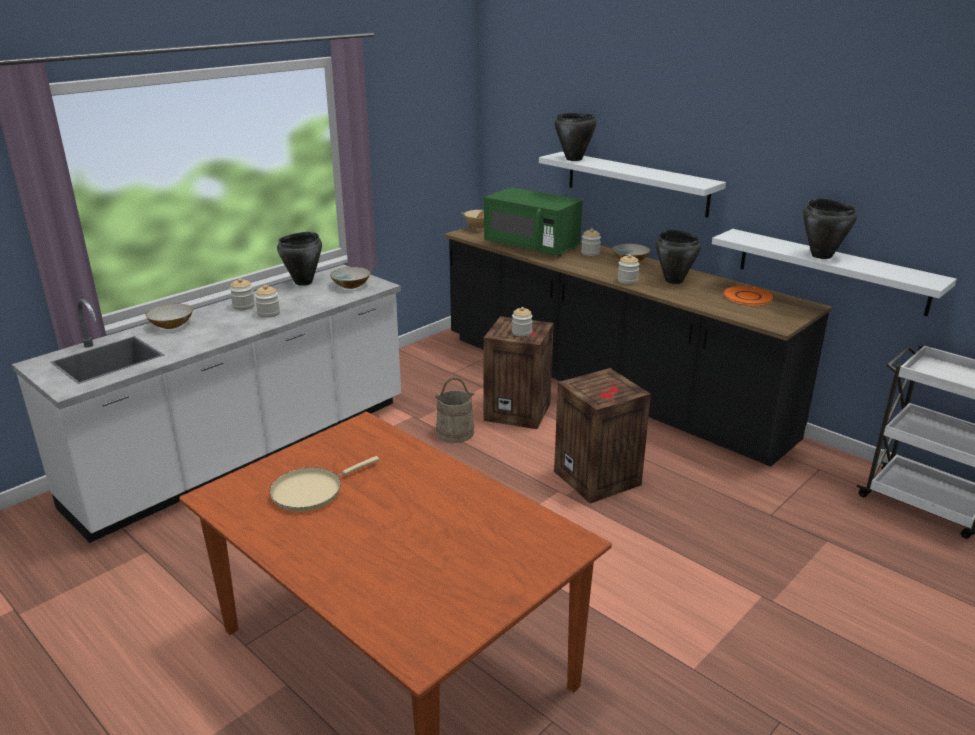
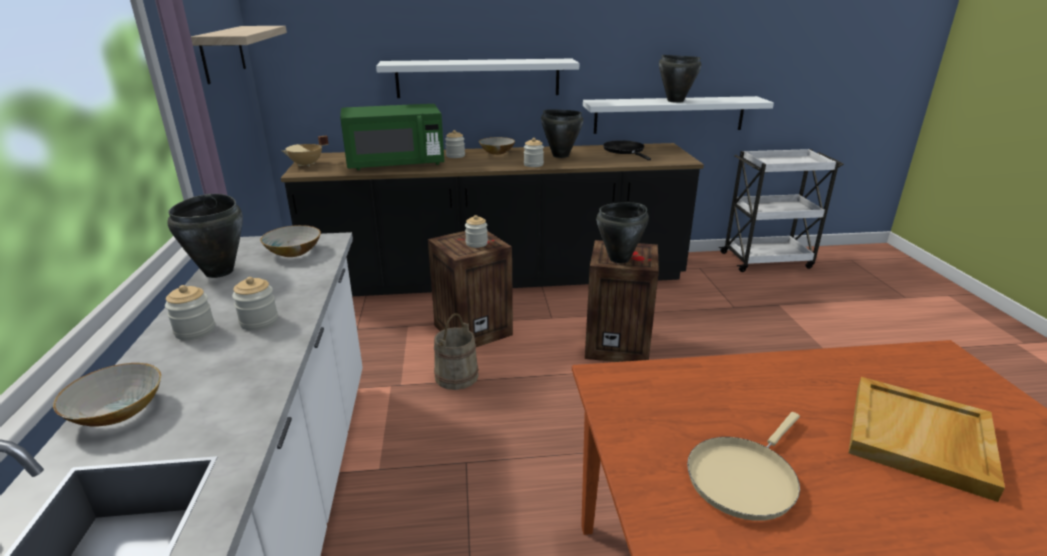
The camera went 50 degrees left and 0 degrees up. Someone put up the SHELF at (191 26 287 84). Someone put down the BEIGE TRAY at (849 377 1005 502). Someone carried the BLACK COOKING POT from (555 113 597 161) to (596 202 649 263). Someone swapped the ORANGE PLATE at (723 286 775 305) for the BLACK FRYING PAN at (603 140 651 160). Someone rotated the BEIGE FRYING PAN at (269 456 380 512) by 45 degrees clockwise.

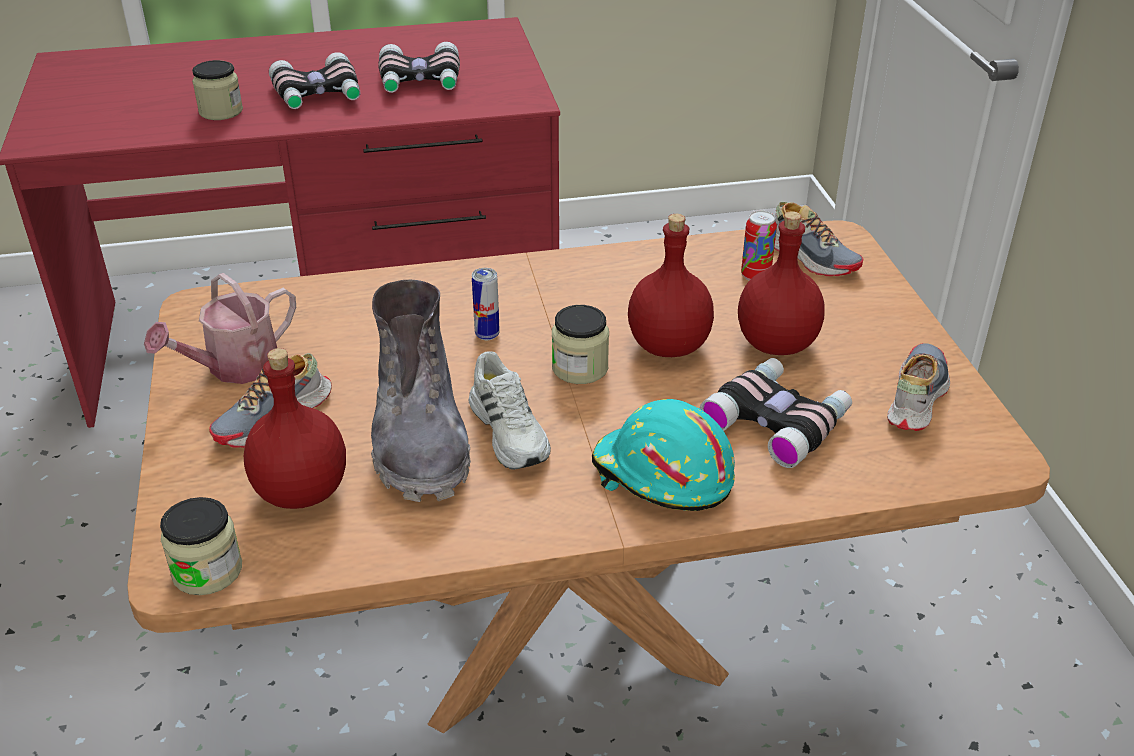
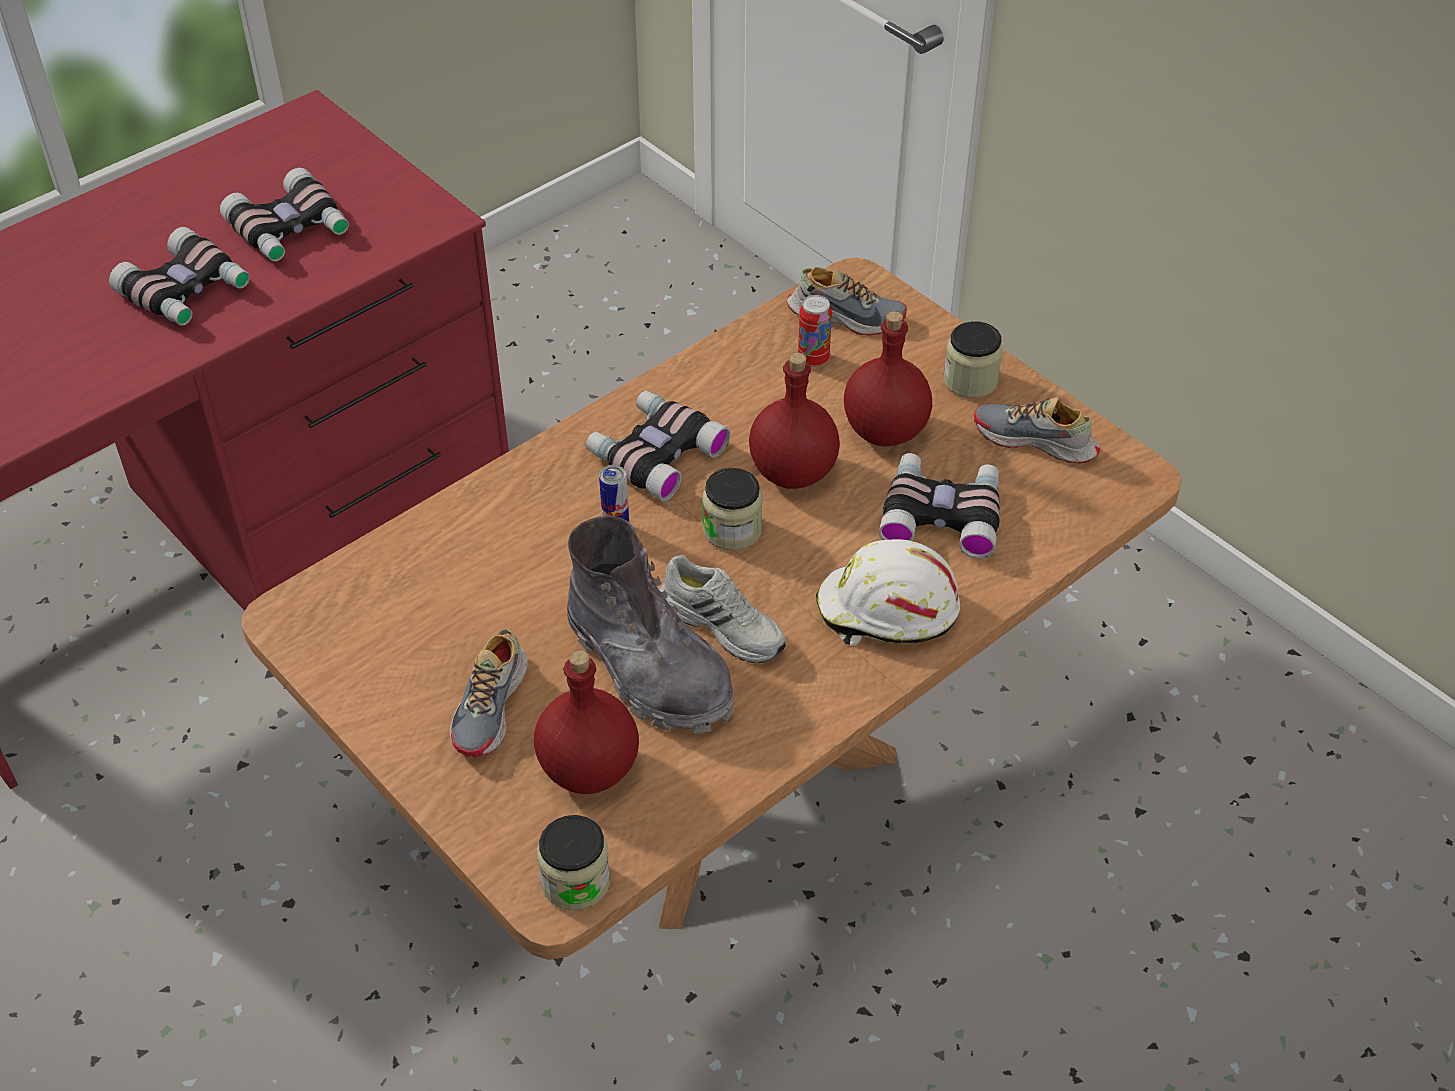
The camera went 30 degrees left and 10 degrees up. Someone took away the WATERING CAN at (144 273 296 384). Someone put down the BINOCULARS at (586 390 731 501). Someone carried the JAR from (192 60 243 120) to (944 321 1003 398). Someone repainted the TURQUOISE HARD HAT at (592 399 735 511), which became the WHITE HARD HAT at (816 539 960 646). Someone rotated the SHOE at (887 343 950 431) by 60 degrees counterclockwise.

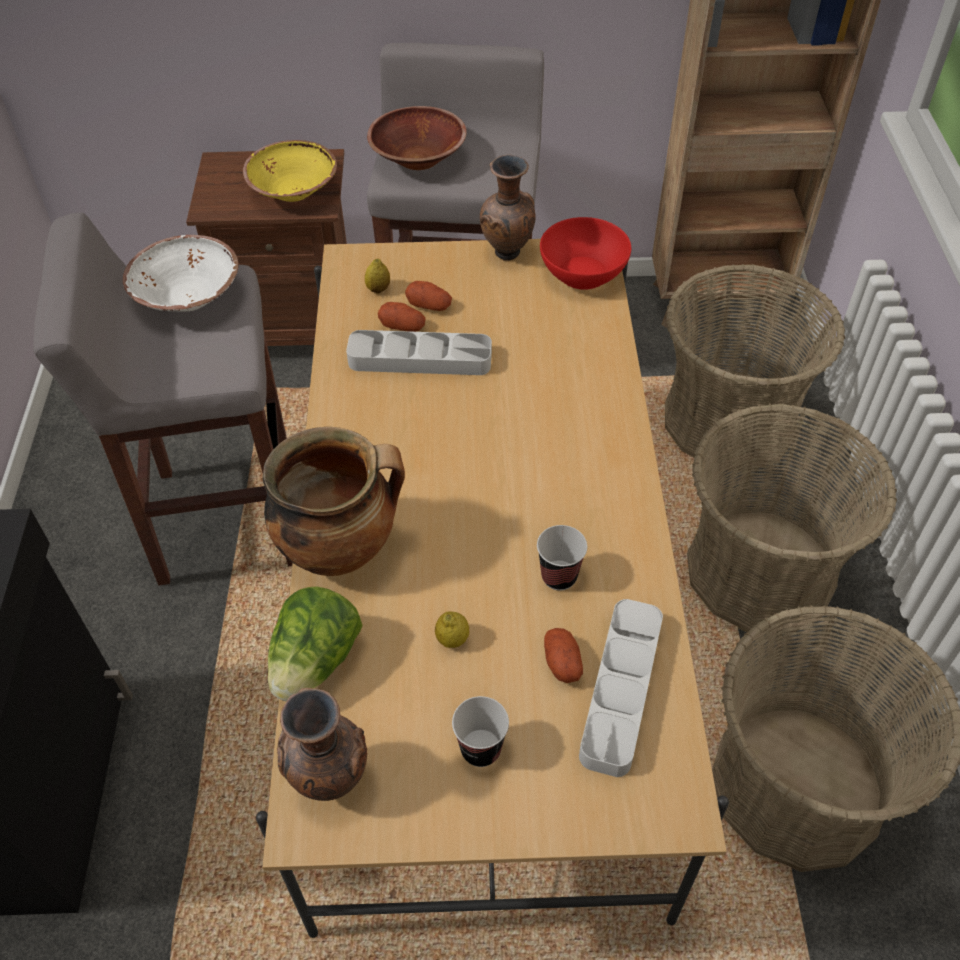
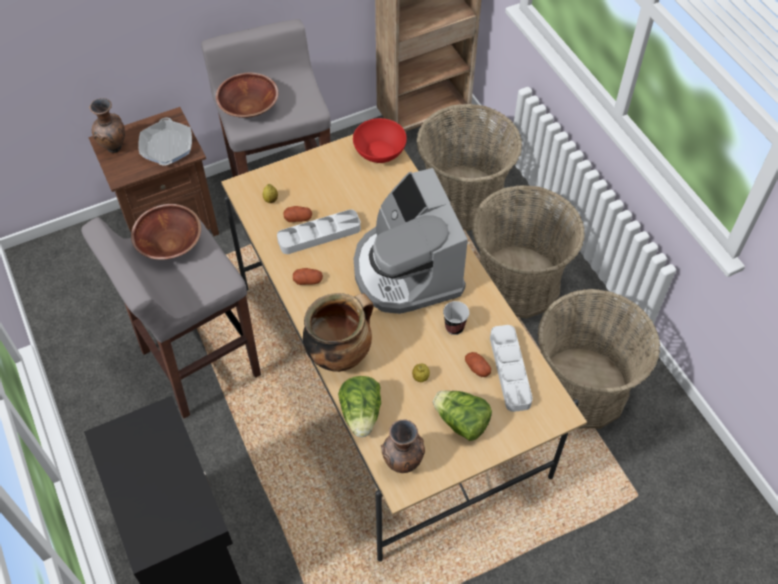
The camera went 25 degrees left and 5 degrees up. Someone put down the COFFEE MACHINE at (354 168 468 314). Someone carried the POTATO from (405 281 452 311) to (293 268 323 285). Someone carried the BROWN VASE from (480 155 536 261) to (89 98 125 153). Someone swapped the YELLOW BOWL at (243 140 337 202) for the FRYING PAN at (139 117 192 165). Someone swapped the CUP at (452 696 509 767) for the LETTUCE at (433 390 492 441). Someone repainted the WHITE BOWL at (123 235 239 312), which became the BROWN BOWL at (131 204 201 260).

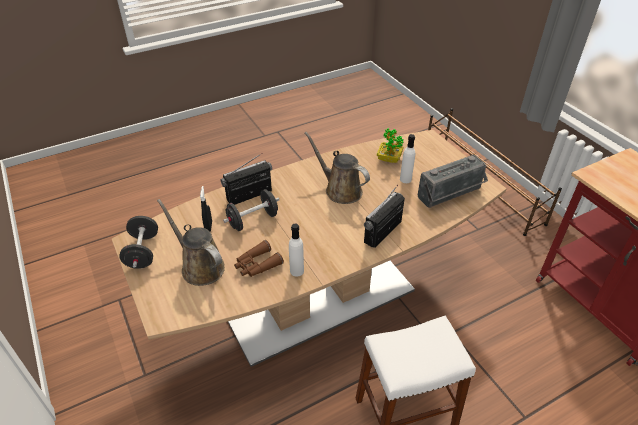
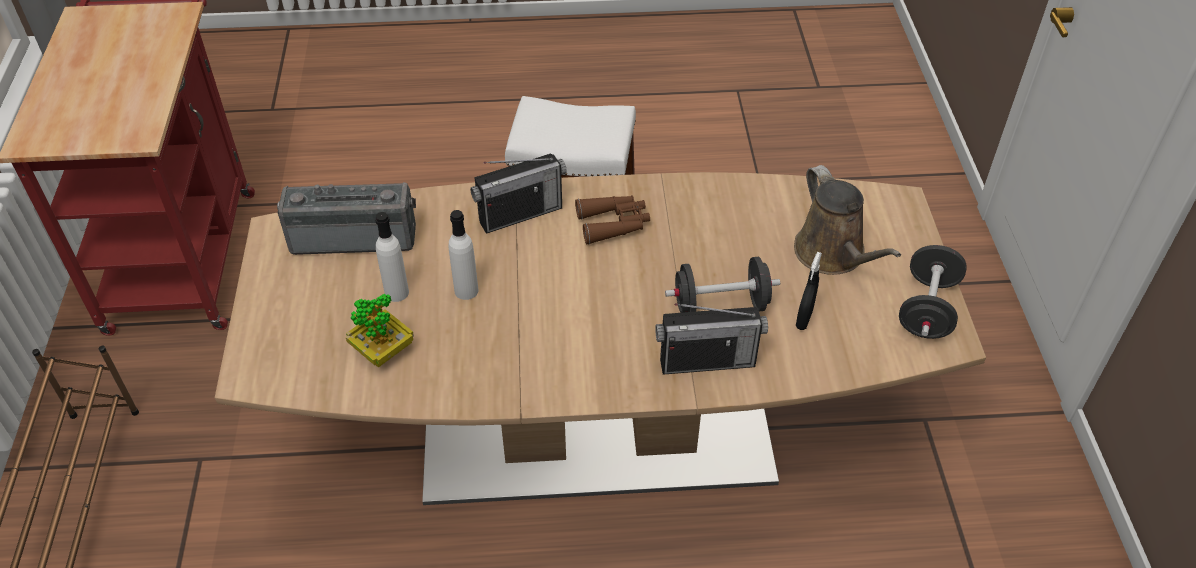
The camera went 155 degrees left and 5 degrees up. Someone took away the BROWN WATERING CAN at (304 132 370 204). Someone carried the BROWN BINOCULARS from (234 240 284 277) to (575 195 650 244). Someone carried the WHITE BOTTLE from (289 224 304 277) to (449 210 478 300).

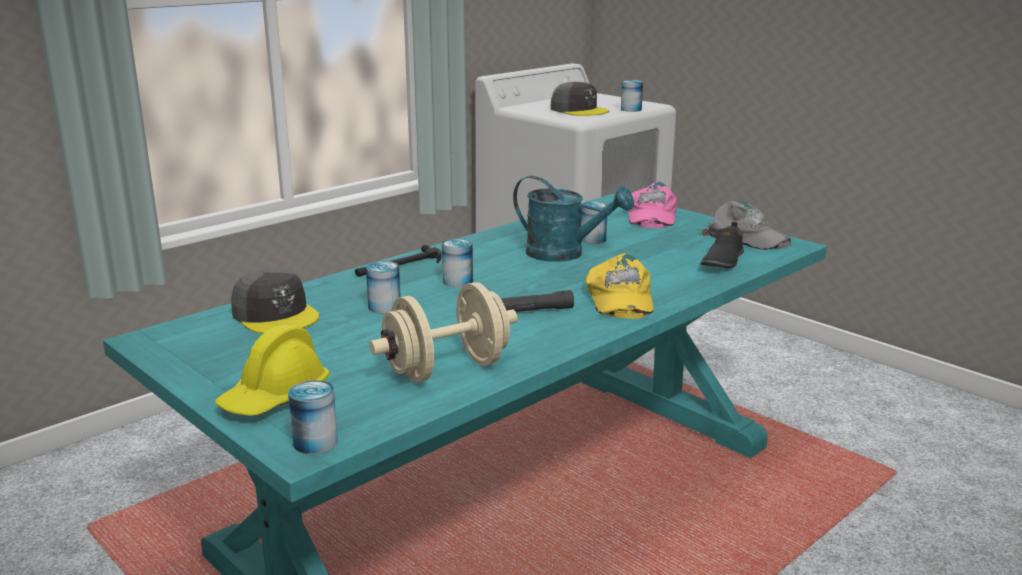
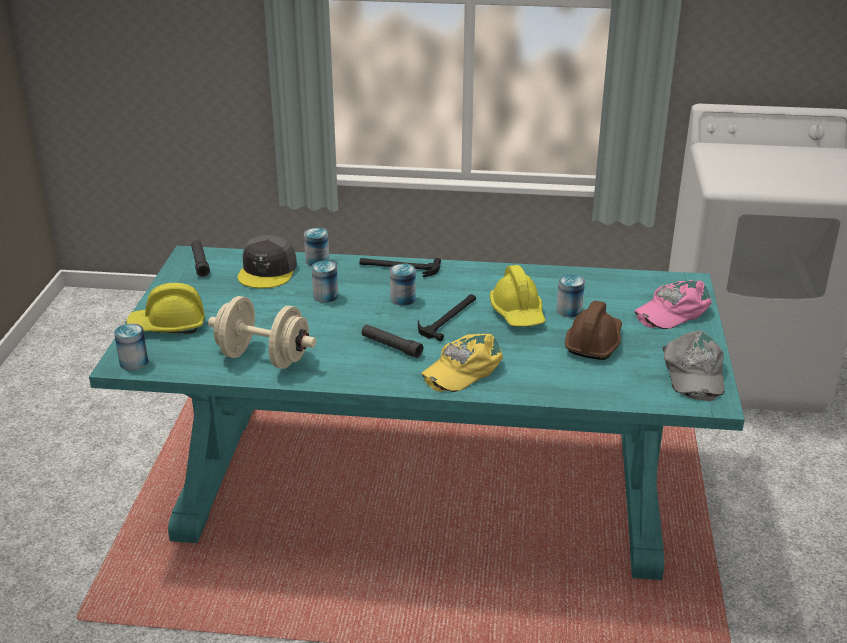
The camera went 50 degrees right and 10 degrees up. Someone took away the GREY CAP at (550 81 609 116). Someone took away the BLACK SHOE at (700 222 744 268). Someone put down the BLACK FLASHLIGHT at (191 240 210 277). Someone put down the HAMMER at (418 294 476 341). Someone put down the BROWN HARD HAT at (565 301 622 360). Someone carried the CAN from (621 80 643 112) to (304 227 330 267). Someone swapped the TURQUOISE WATERING CAN at (513 176 634 262) for the YELLOW HARD HAT at (490 265 545 326).

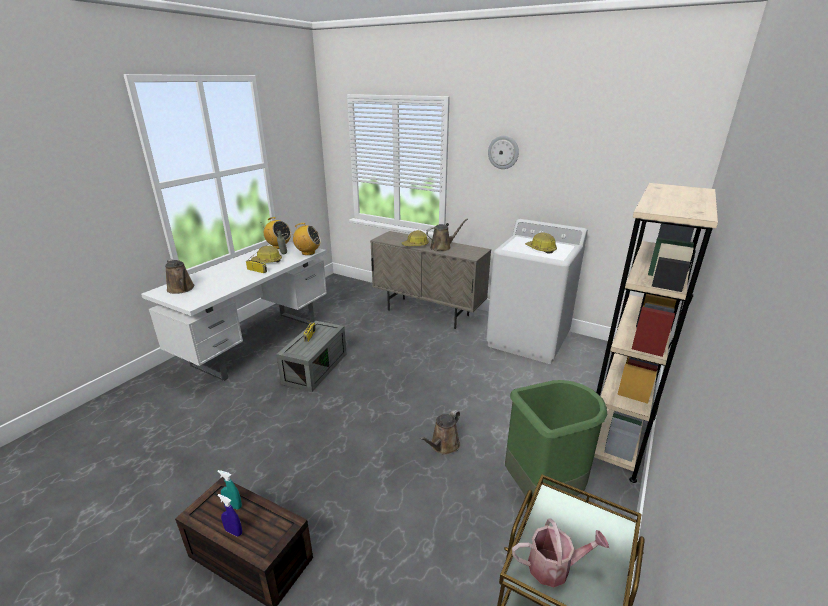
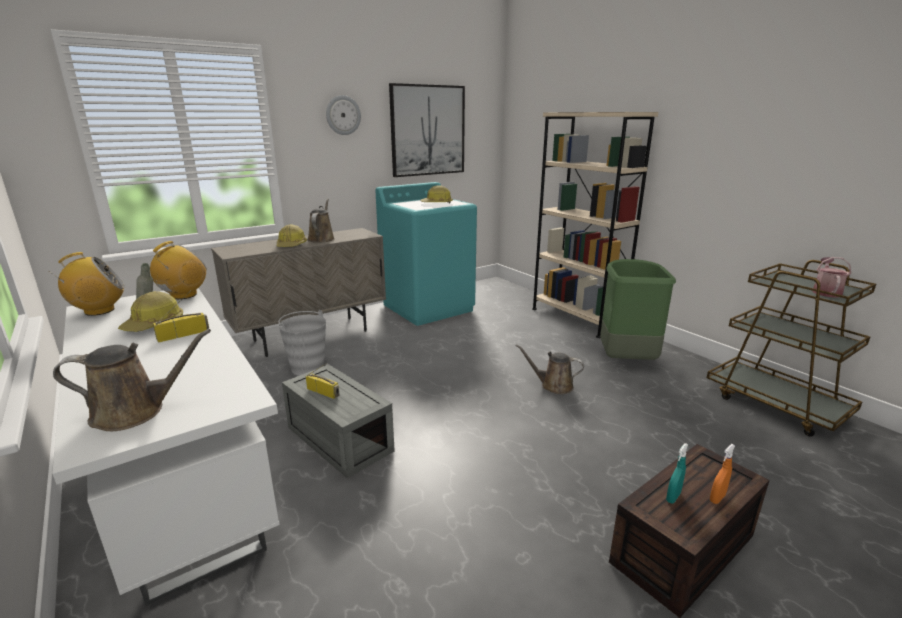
The camera went 65 degrees left and 5 degrees down. Someone put down the GREY BUCKET at (278 310 326 376). Someone put up the PICTURE at (389 83 465 177). Someone repainted the BLUE SPRAY BOTTLE at (218 494 242 537), which became the ORANGE SPRAY BOTTLE at (710 444 735 504). Someone repainted the WHITE WASHING MACHINE at (486 219 588 364), which became the TURQUOISE WASHING MACHINE at (375 182 477 326). Someone rotated the BROWN WATERING CAN at (419 410 460 455) by 135 degrees clockwise.

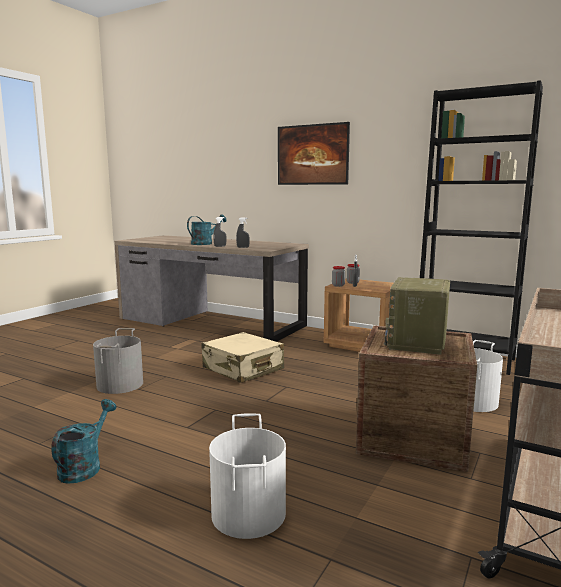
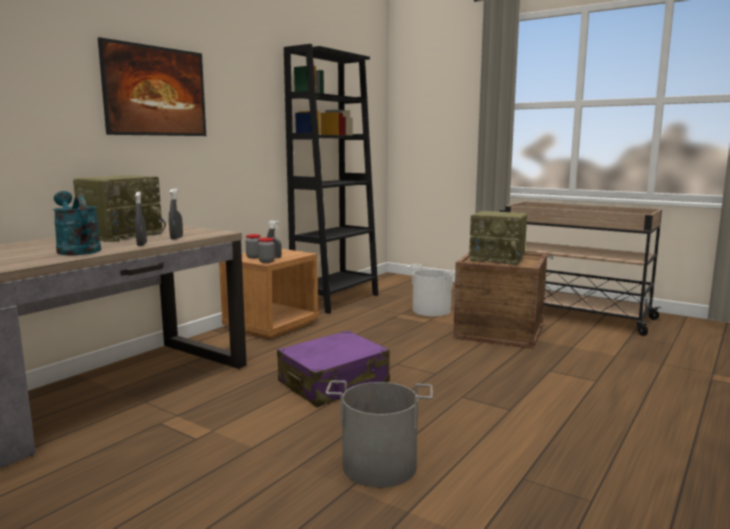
The camera went 85 degrees left and 0 degrees up. Someone took away the TURQUOISE WATERING CAN at (51 399 116 484). Someone took away the WHITE BUCKET at (209 413 286 539). Someone put down the RADIO at (73 175 166 242). Someone repainted the BEIGE SUITCASE at (201 332 284 383), which became the PURPLE SUITCASE at (277 330 390 407).

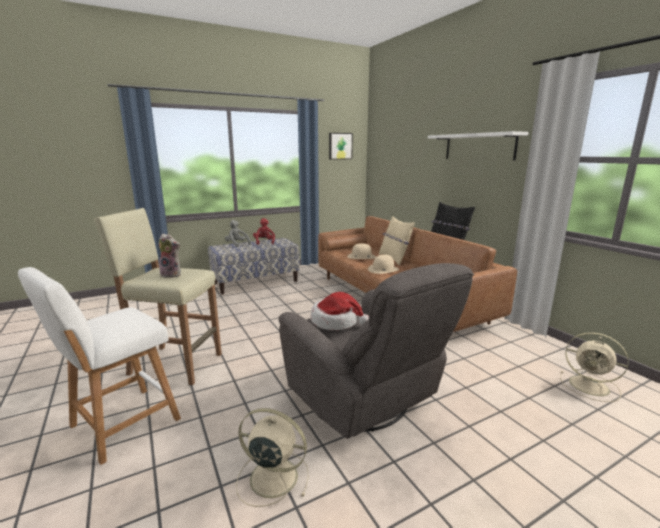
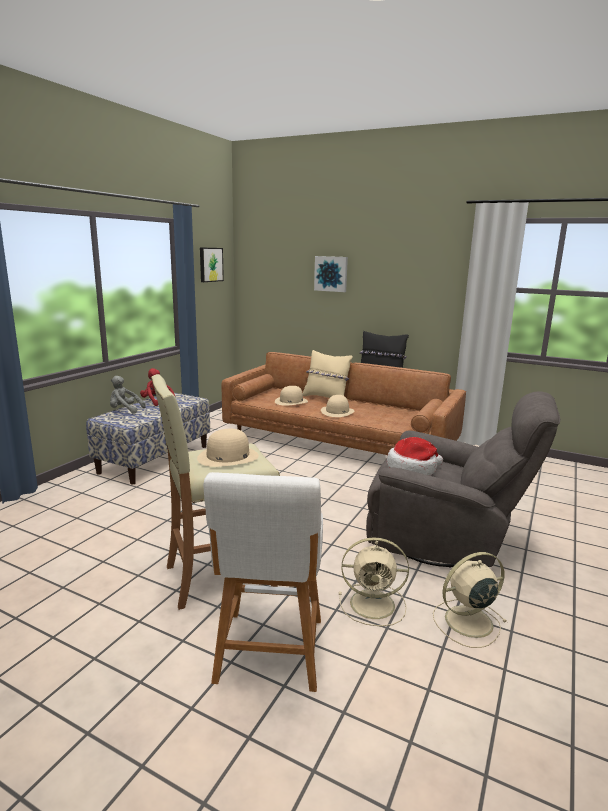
The camera went 35 degrees left and 0 degrees up. Someone took away the WHITE SHELF at (428 131 529 160). Someone put up the PICTURE at (314 256 348 292). Someone carried the BEIGE FAN from (560 332 629 402) to (339 537 409 626). Someone swapped the PLUSH TOY at (159 233 181 278) for the BEIGE HAT at (197 429 259 467).

